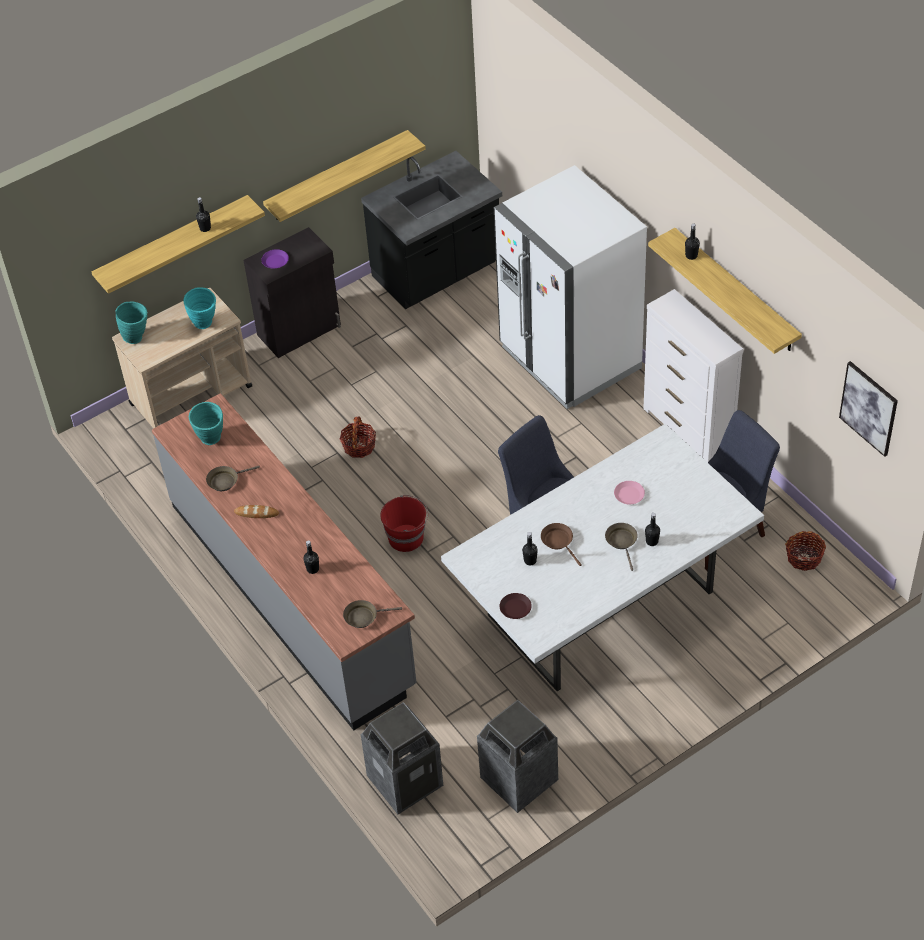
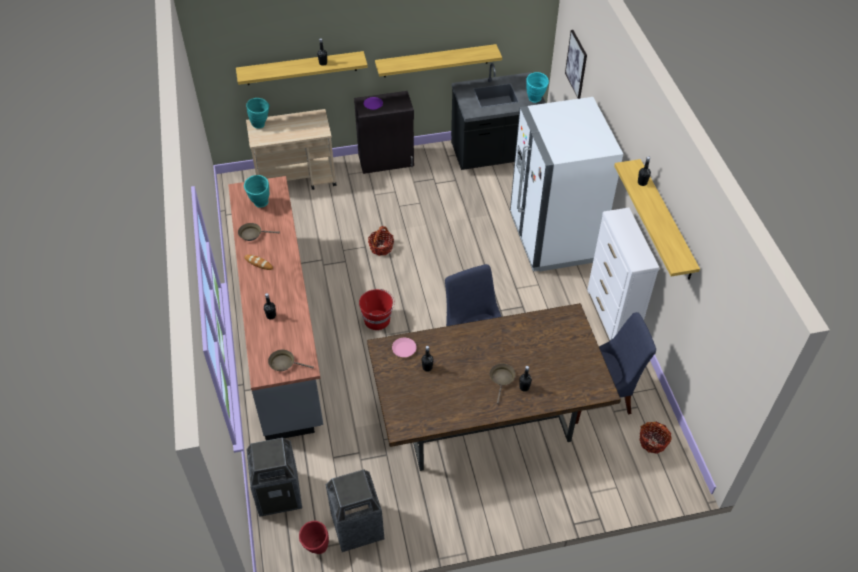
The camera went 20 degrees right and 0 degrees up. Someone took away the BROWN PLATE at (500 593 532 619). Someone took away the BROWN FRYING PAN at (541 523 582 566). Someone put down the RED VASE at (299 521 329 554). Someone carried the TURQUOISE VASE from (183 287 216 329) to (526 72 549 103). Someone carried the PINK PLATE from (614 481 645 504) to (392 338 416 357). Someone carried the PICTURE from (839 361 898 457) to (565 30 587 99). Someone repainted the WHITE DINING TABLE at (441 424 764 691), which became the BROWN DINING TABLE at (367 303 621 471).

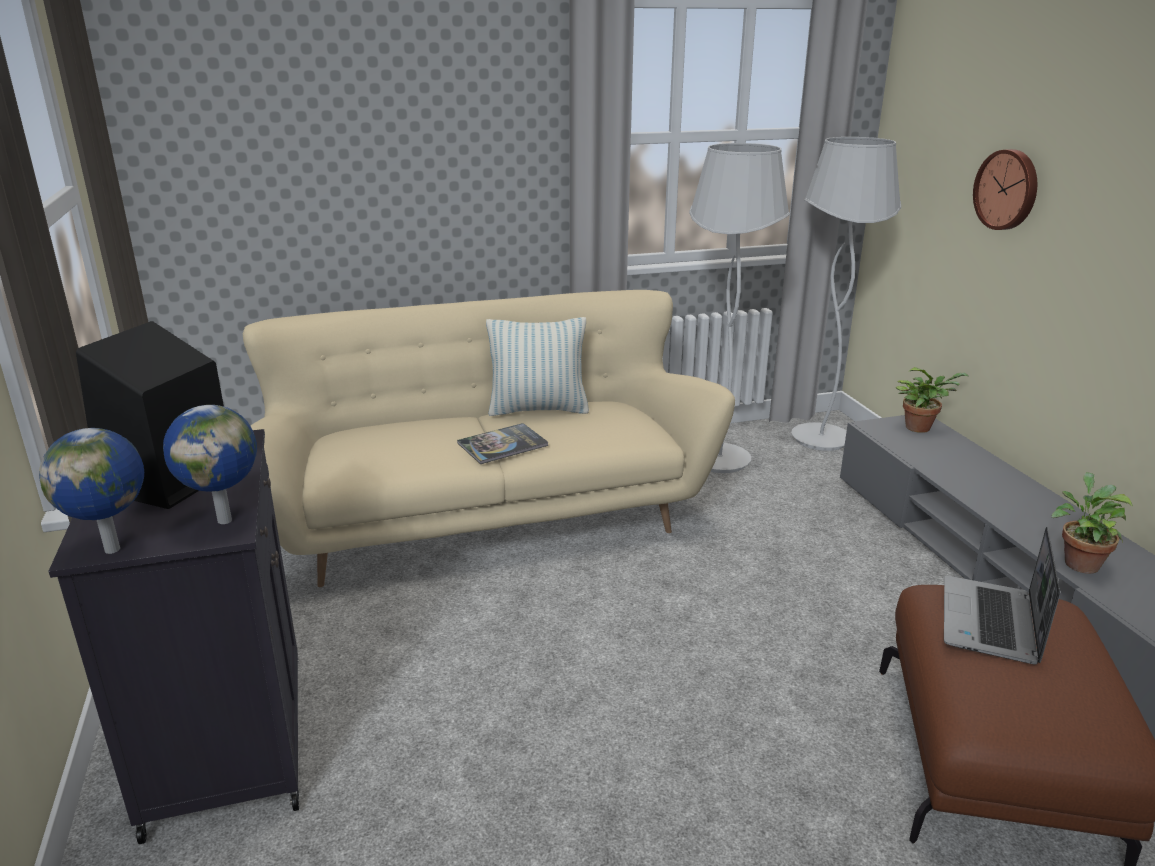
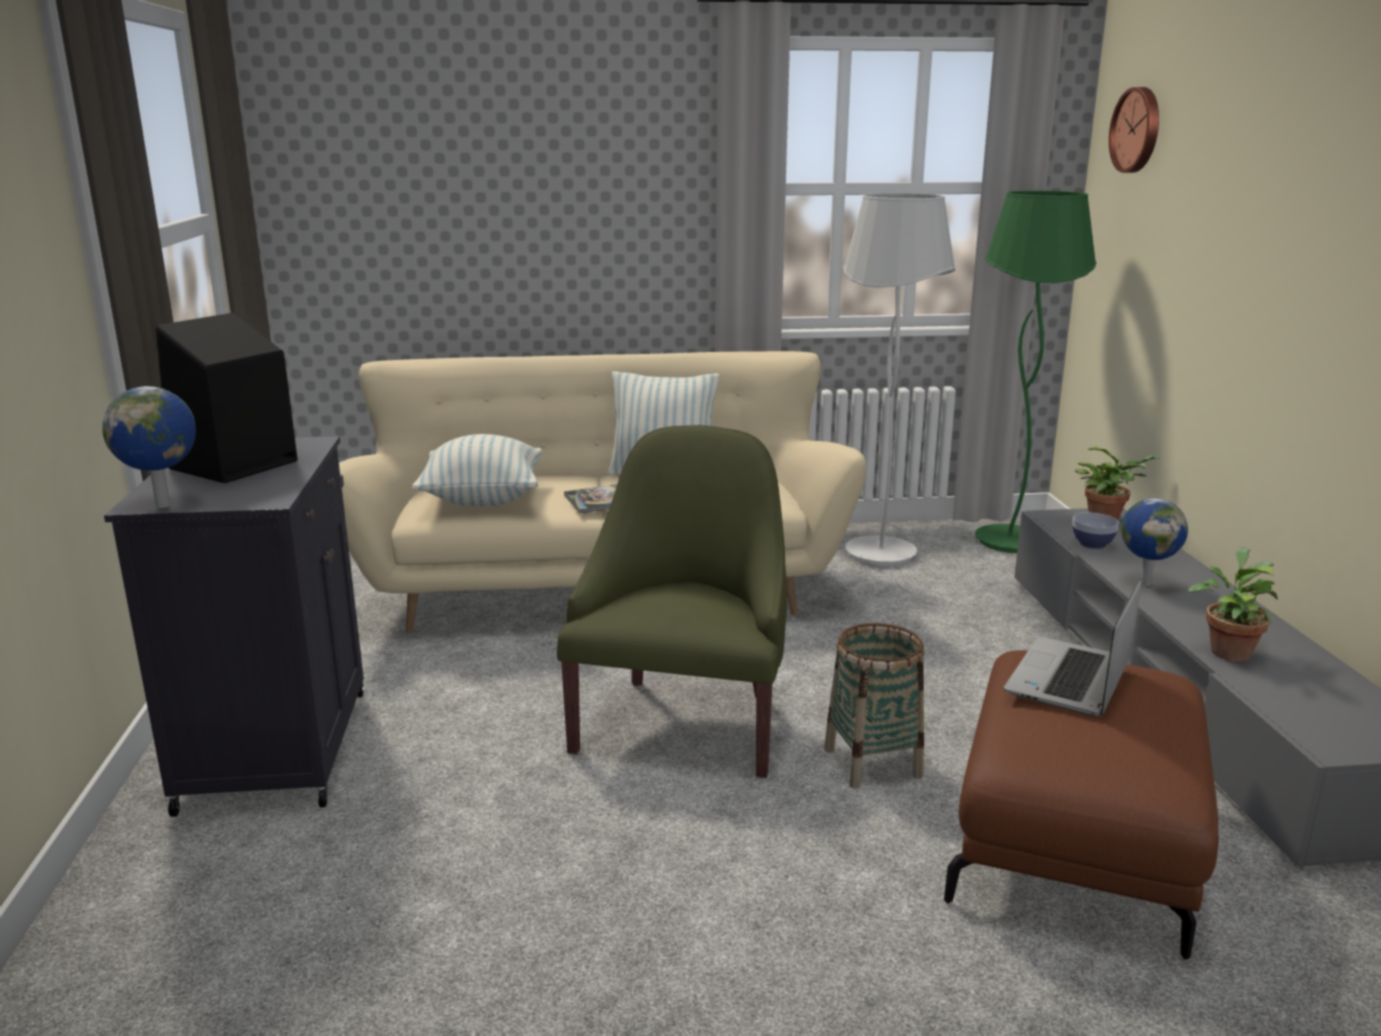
The camera went 10 degrees right and 5 degrees down. Someone put down the PILLOW at (412 434 542 506). Someone put down the GREEN ARMCHAIR at (557 425 787 778). Someone put down the BASKET at (824 623 924 789). Someone put down the BOWL at (1073 513 1119 549). Someone carried the GLOBE from (163 405 257 524) to (1121 498 1188 586). Someone carried the WALL CLOCK from (973 149 1037 230) to (1109 87 1159 173). Someone repainted the WHITE FLOOR LAMP at (791 137 901 451), which became the GREEN FLOOR LAMP at (975 191 1097 553).

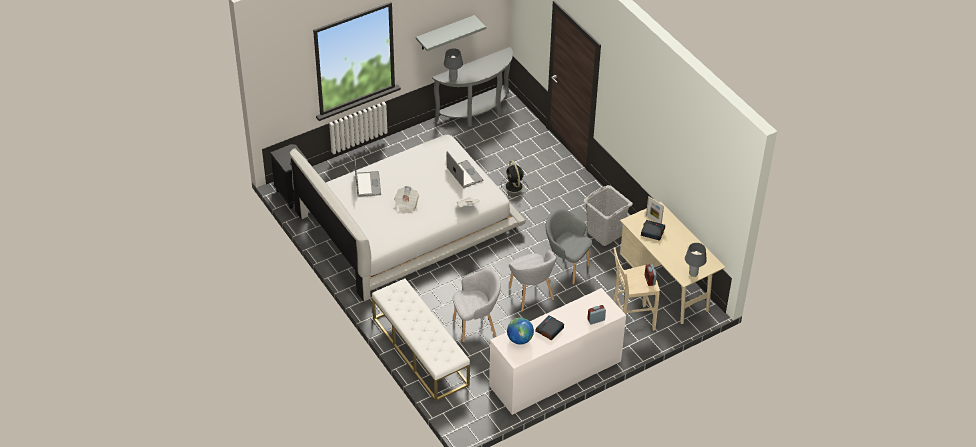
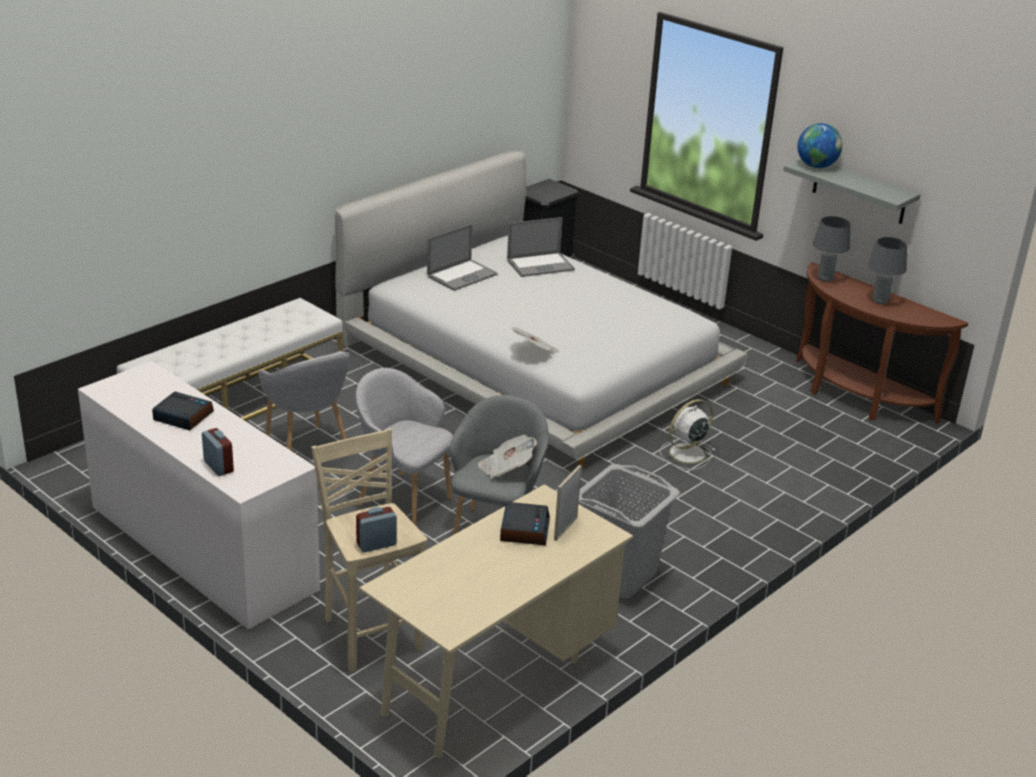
The camera went 75 degrees right and 15 degrees down. Someone carried the NEWSPAPER from (394 186 419 214) to (478 435 537 478). Someone carried the LAPTOP from (447 151 483 188) to (427 224 498 291). Someone carried the GLOBE from (507 318 534 345) to (797 123 842 168). Someone carried the GREY TABLE LAMP from (685 243 707 277) to (868 237 907 304). Someone repainted the GREY CONSOLE TABLE at (432 47 513 127), which became the BROWN CONSOLE TABLE at (796 262 968 424). Someone repainted the BLACK FAN at (501 160 528 196), which became the WHITE FAN at (659 399 715 470). Someone rotated the GREY ARMCHAIR at (509 250 557 312) by 75 degrees clockwise.

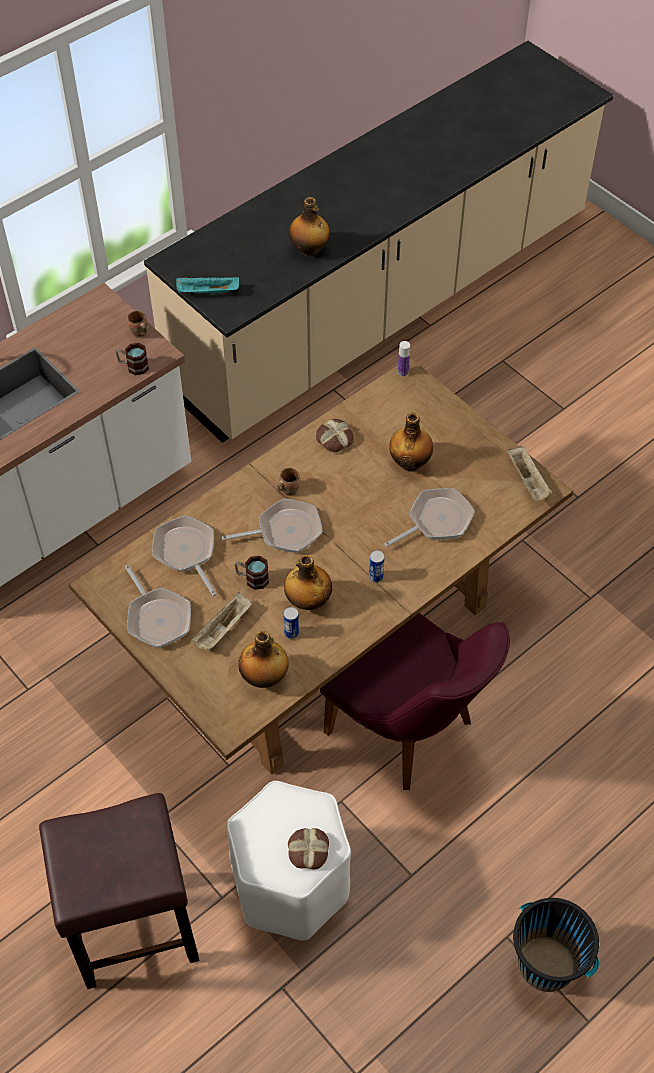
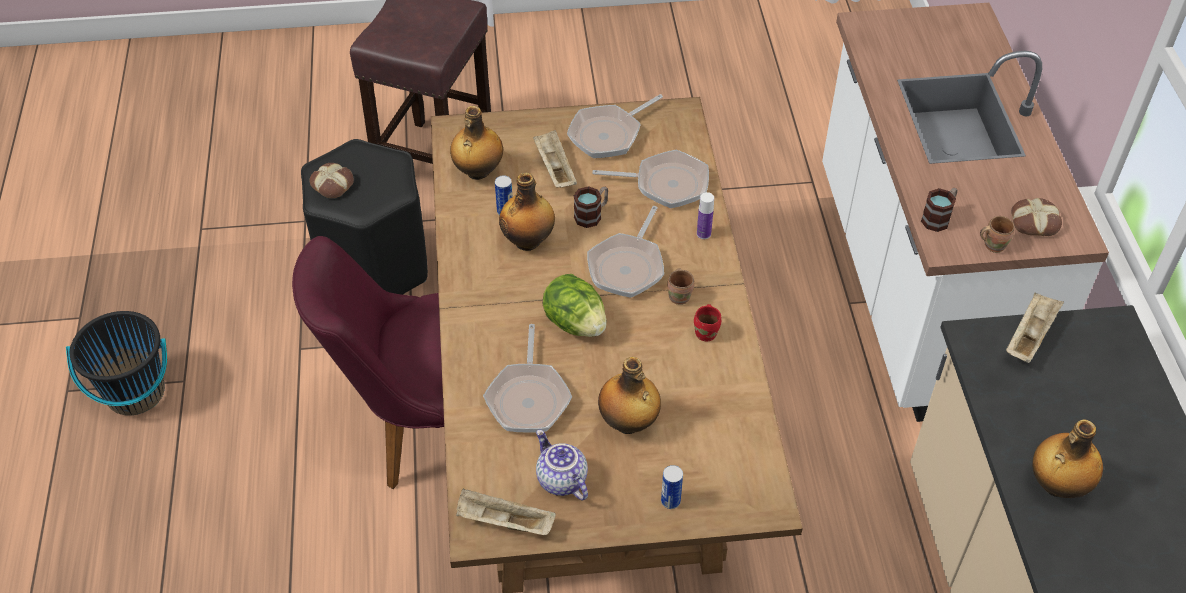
The camera went 125 degrees right and 5 degrees down. Someone put down the TEAPOT at (536 429 588 501). Someone put down the LETTUCE at (543 274 607 337). Someone put down the RED MUG at (694 304 721 341). Someone carried the BREAD from (316 419 354 452) to (1011 198 1062 236). Someone carried the CAN from (369 550 384 583) to (661 465 683 509). Someone carried the BOTTLE from (398 341 410 377) to (697 192 714 239). Someone repainted the TURQUOISE TRAY at (176 277 239 295), which became the BEIGE TRAY at (1006 292 1064 363). Someone repainted the WHITE STOOL at (226 781 351 941), which became the BLACK STOOL at (301 139 428 295). Someone rotated the FRYING PAN at (125 565 191 648) by 45 degrees counterclockwise.

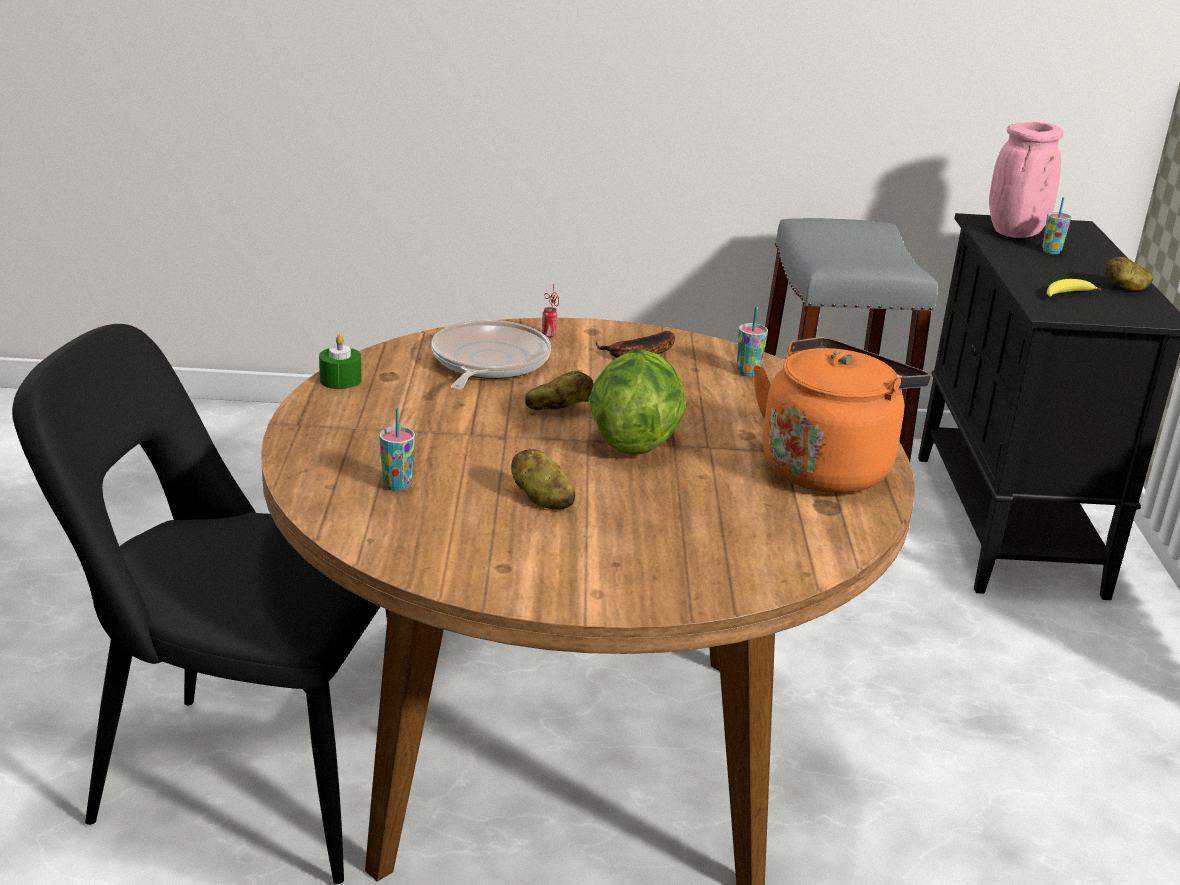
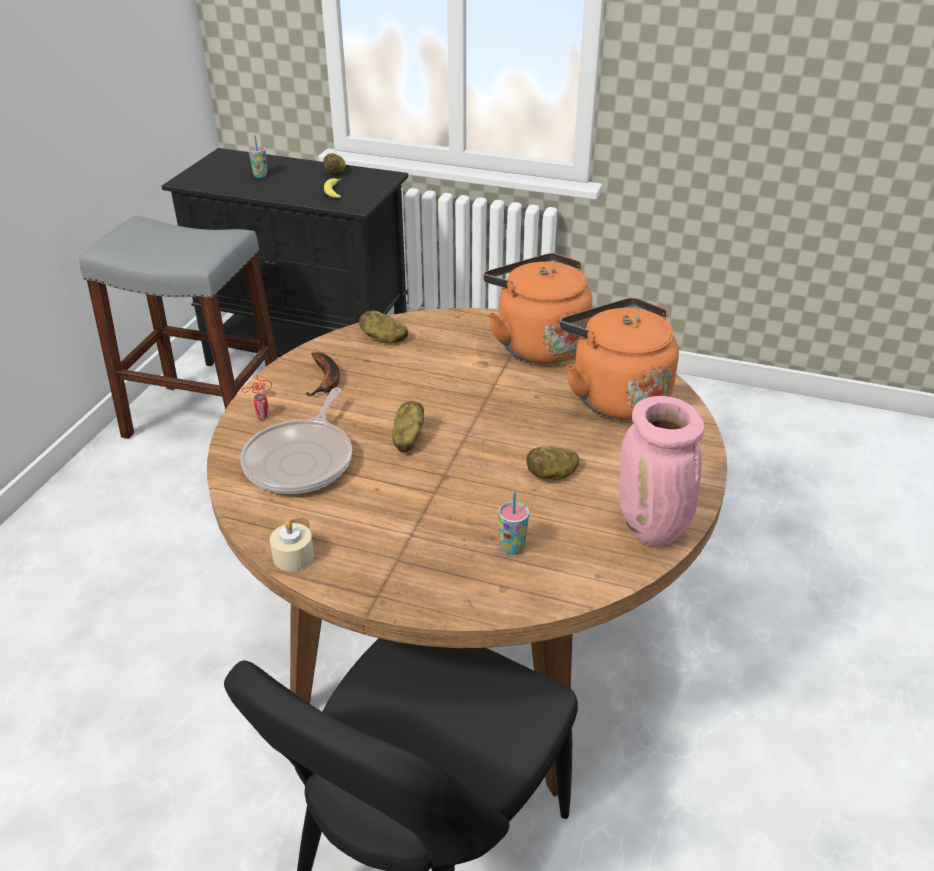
The camera went 70 degrees left and 10 degrees up. Someone took away the LETTUCE at (589 350 686 455). Someone put down the ORANGE KETTLE at (560 298 679 420). Someone carried the PINK VASE from (989 122 1063 238) to (619 396 705 546). Someone swapped the CUP at (737 306 768 377) for the POTATO at (359 311 408 344). Someone repainted the GREEN CANDLE at (319 334 362 389), which became the BEIGE CANDLE at (270 520 314 571). Someone rotated the FRYING PAN at (431 320 551 390) by 105 degrees counterclockwise.

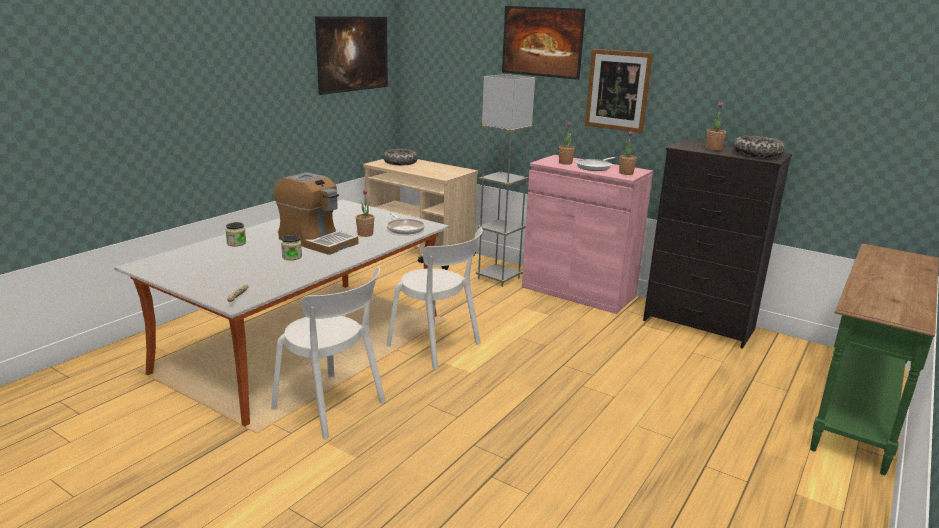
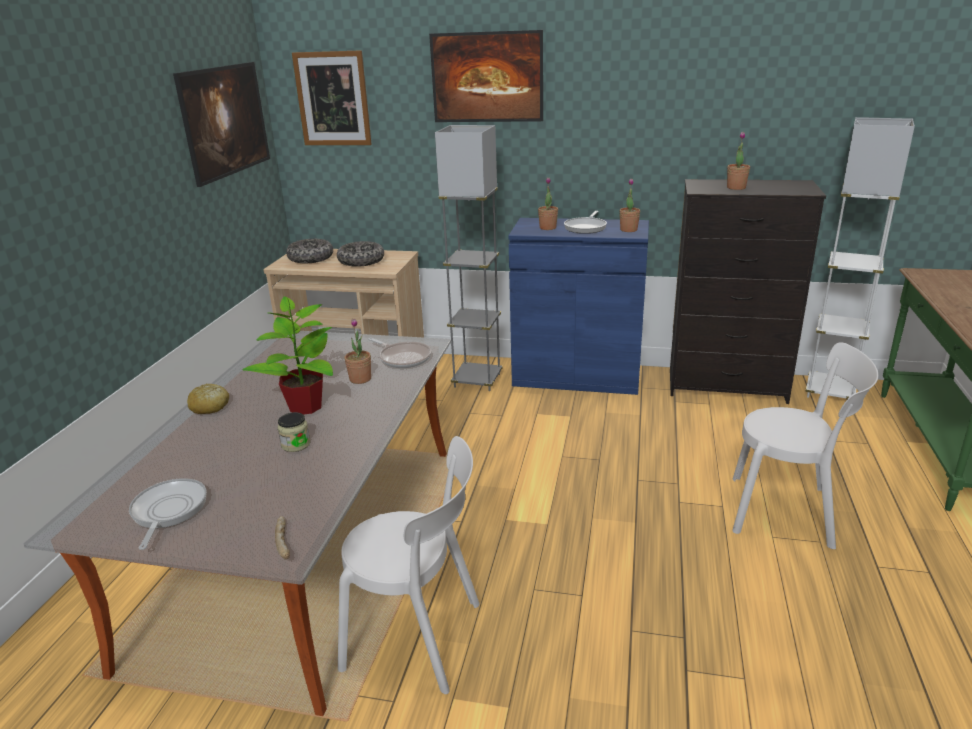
The camera went 20 degrees left and 5 degrees up. Someone took away the JAR at (225 222 246 246). Someone put down the FRYING PAN at (129 478 207 550). Someone put down the BREAD at (187 383 229 414). Someone put down the WHITE FLOOR LAMP at (805 117 915 399). Someone carried the WHITE CHAIR from (386 227 483 369) to (732 342 878 549). Someone carried the PICTURE from (585 49 653 133) to (292 50 372 145). Someone carried the BOWL from (733 136 785 158) to (337 241 384 267). Someone swapped the COFFEE MACHINE at (274 172 359 255) for the POTTED PLANT at (242 296 333 415). Someone repainted the PINK CABINET at (522 155 653 314), which became the BLUE CABINET at (508 218 649 395).

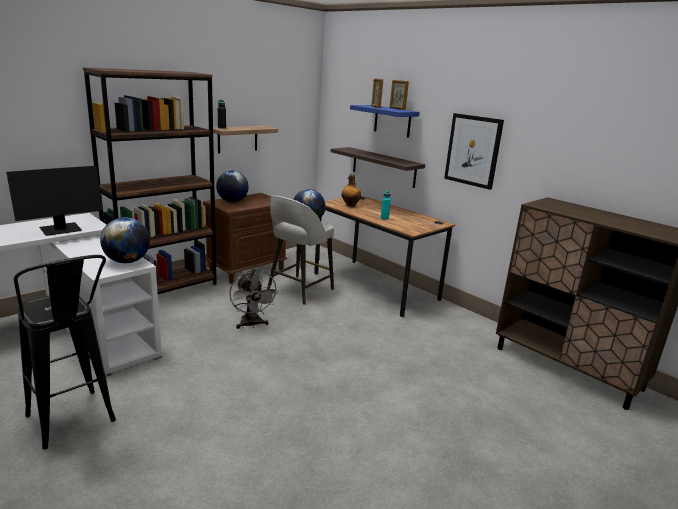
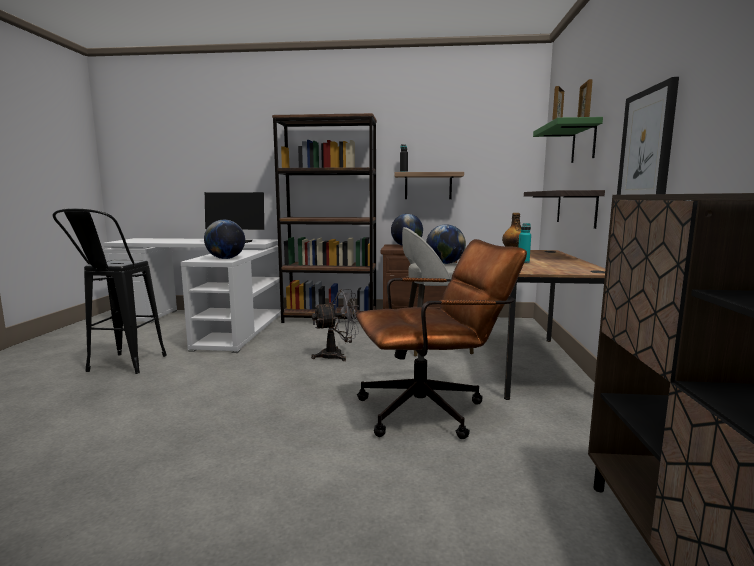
The camera went 50 degrees right and 10 degrees down. Someone put down the BROWN OFFICE CHAIR at (356 239 527 439). Someone repainted the BLUE SHELF at (350 105 420 138), which became the GREEN SHELF at (533 117 603 163). Someone rotated the GREY FAN at (229 269 279 329) by 135 degrees counterclockwise.

